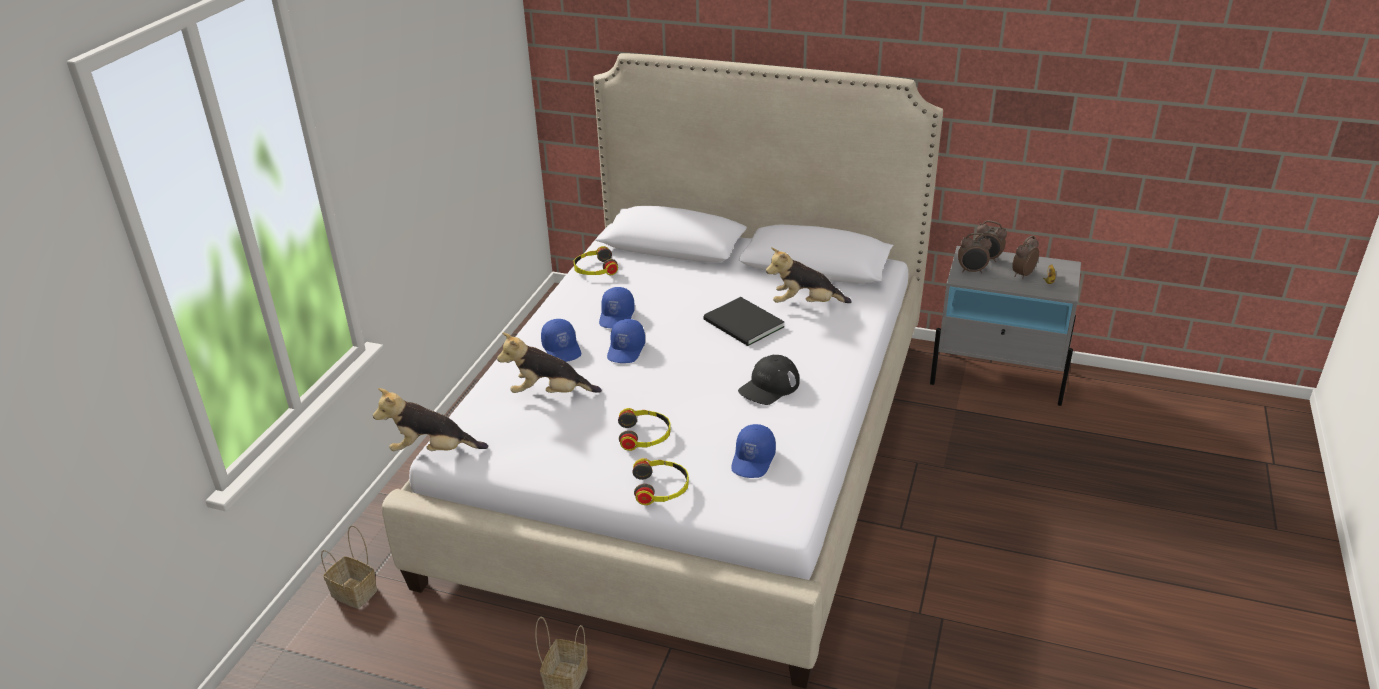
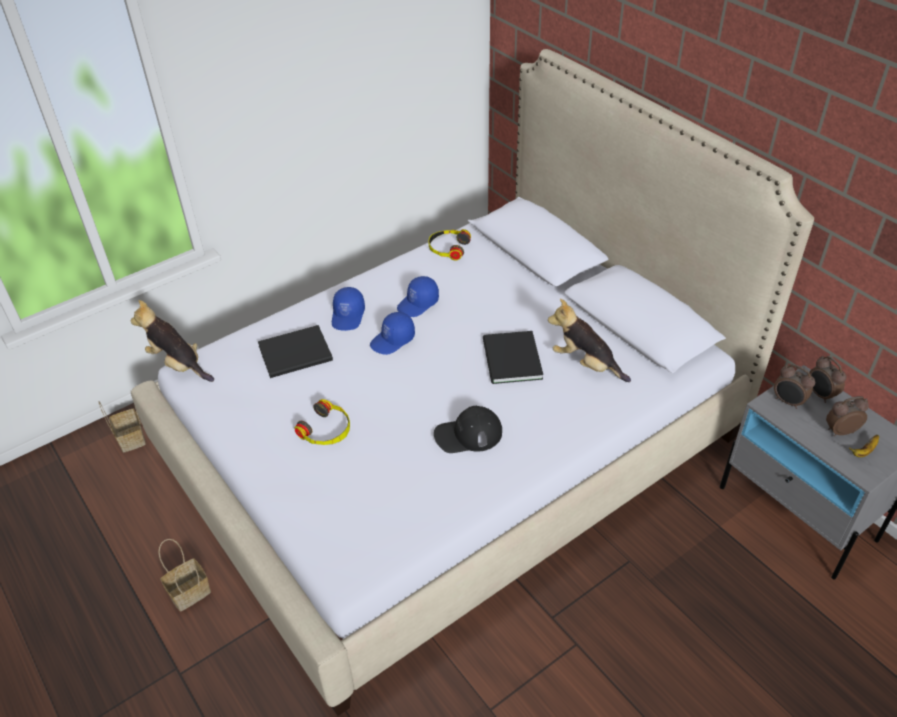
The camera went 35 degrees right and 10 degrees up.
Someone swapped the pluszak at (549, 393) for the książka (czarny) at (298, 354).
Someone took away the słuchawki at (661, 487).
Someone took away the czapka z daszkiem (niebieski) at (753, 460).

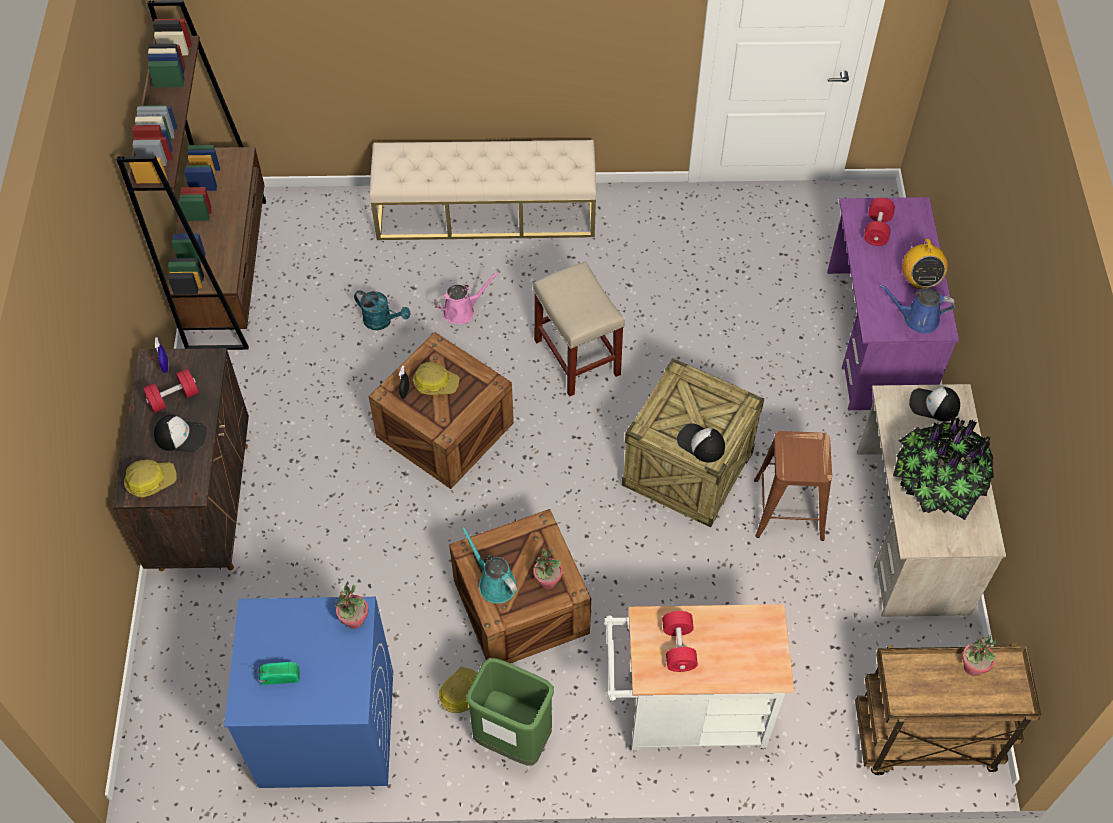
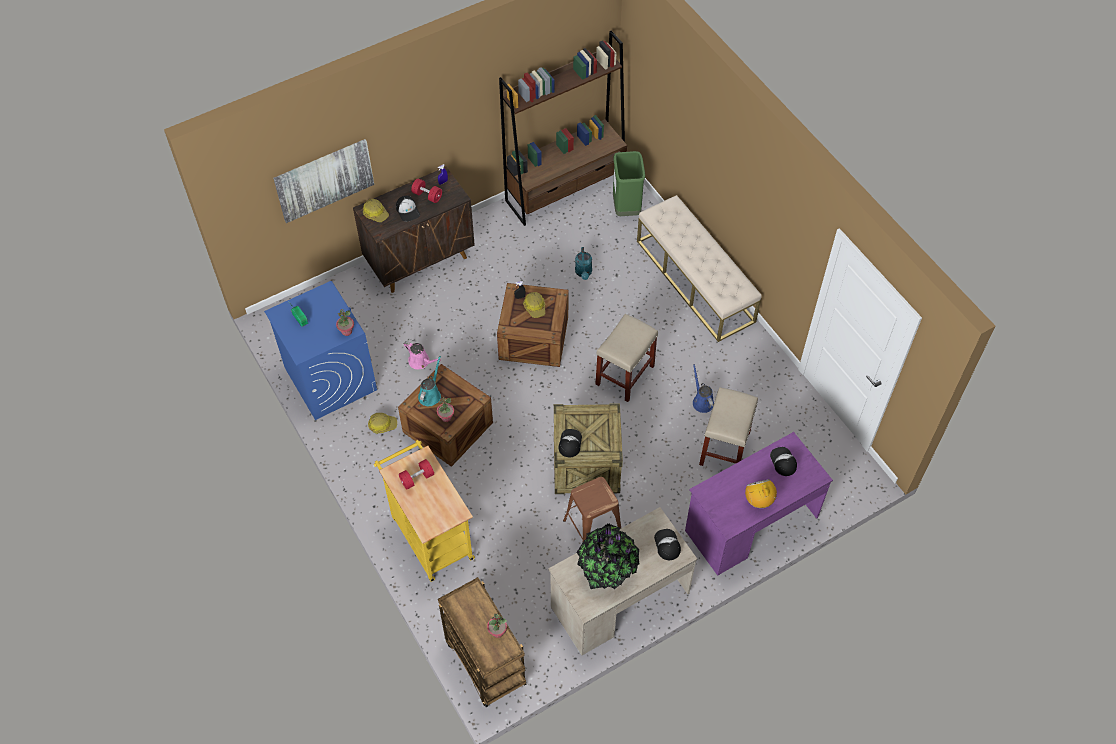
The camera went 60 degrees right and 0 degrees up.
Someone carried the konewka (różowy) from (462, 310) to (420, 361).
Someone carried the kosz na śmieci (zielony) from (512, 739) to (626, 208).
Someone repainted the wózek (biały) at (685, 715), which became the wózek (żółty) at (429, 534).
Someone swapped the hantel (czerwony) at (877, 229) for the czapka z daszkiem at (783, 461).
Someone carried the konewka (niebieski) from (917, 319) to (702, 401).
Someone rotated the radio at (919, 280) by 105 degrees clockwise.
Someone put up the obraz at (324, 180).
Someone put down the stołek (beżowy) at (724, 447).

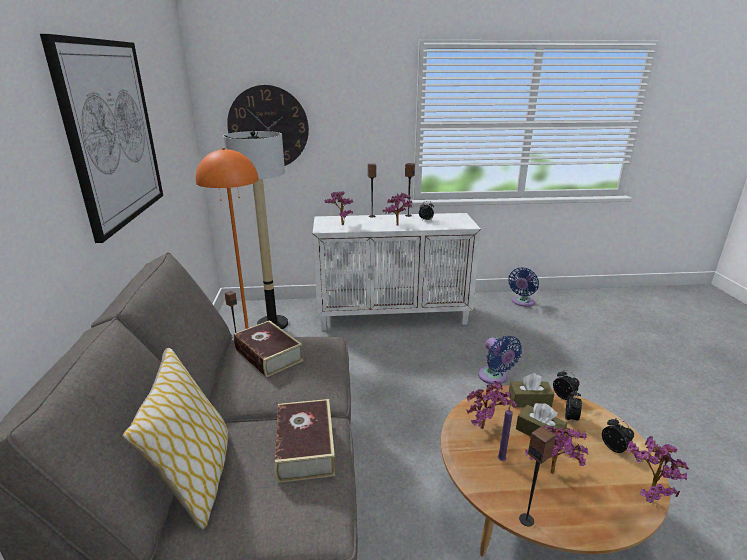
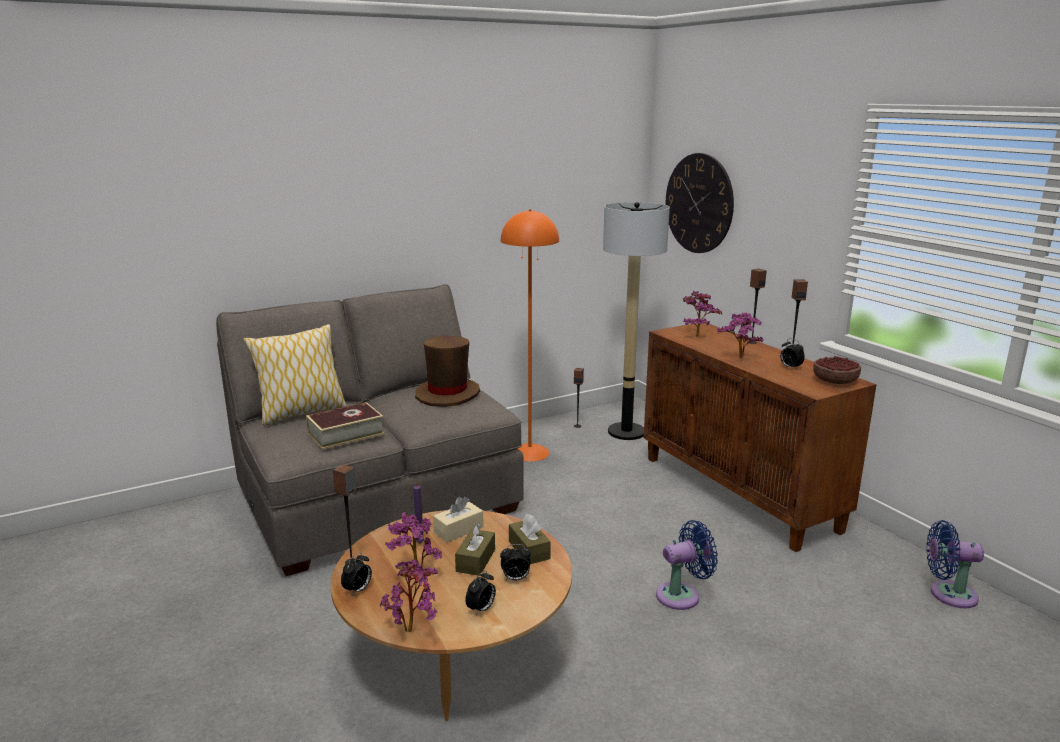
The camera went 65 degrees right and 5 degrees down.
Someone took away the obraz at (112, 134).
Someone swapped the książka at (268, 355) for the kapelusz (brązowy) at (448, 394).
Someone repainted the szafka (biały) at (393, 316), which became the szafka (brązowy) at (739, 493).
Someone swapped the roślina doniczkowa at (485, 430) for the pudełko chusteczek (beżowy) at (458, 530).
Someone rotated the wentylator (niebieski) at (494, 377) by 150 degrees counterclockwise.
Someone carried the budzik from (564, 397) to (358, 590).
Someone put down the miska at (834, 380).

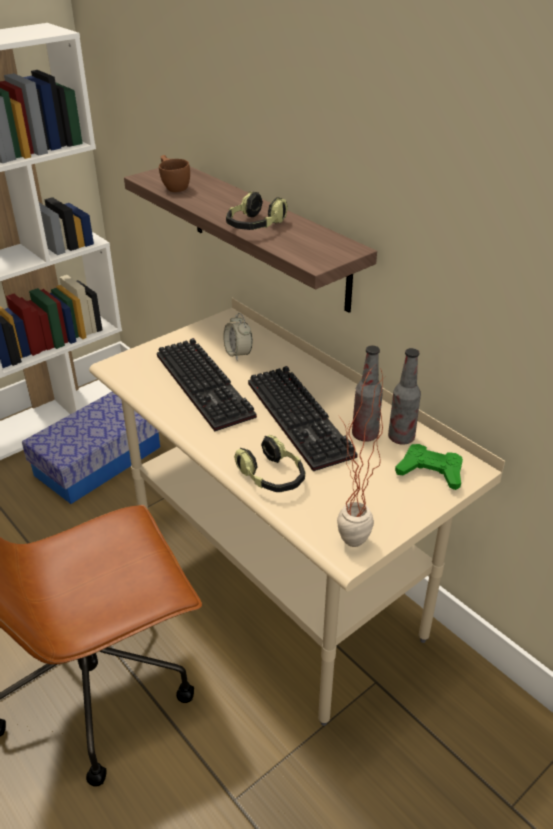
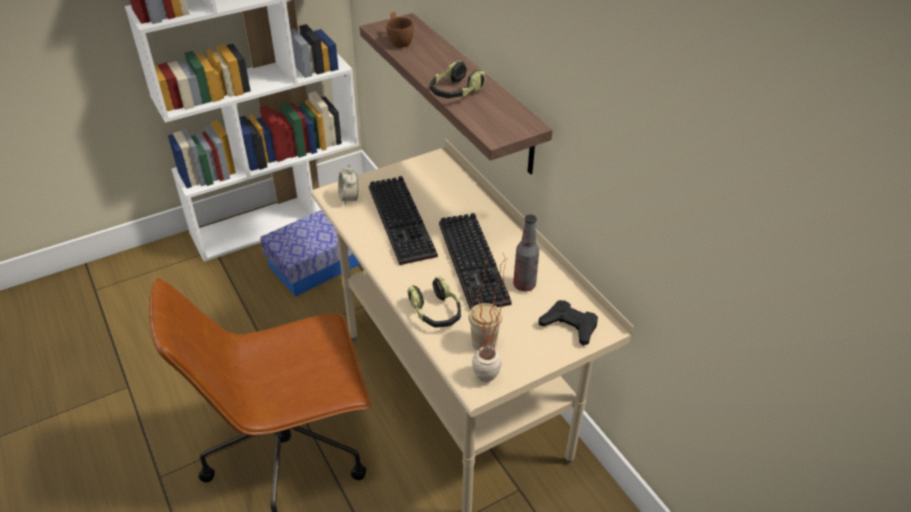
The camera went 10 degrees right and 5 degrees up.
Someone carried the budzik from (238, 354) to (349, 198).
Someone took away the butelka at (401, 438).
Someone repainted the pad do gier (zielony) at (430, 471), which became the pad do gier (czarny) at (569, 326).
Someone put down the filiżanka at (484, 343).

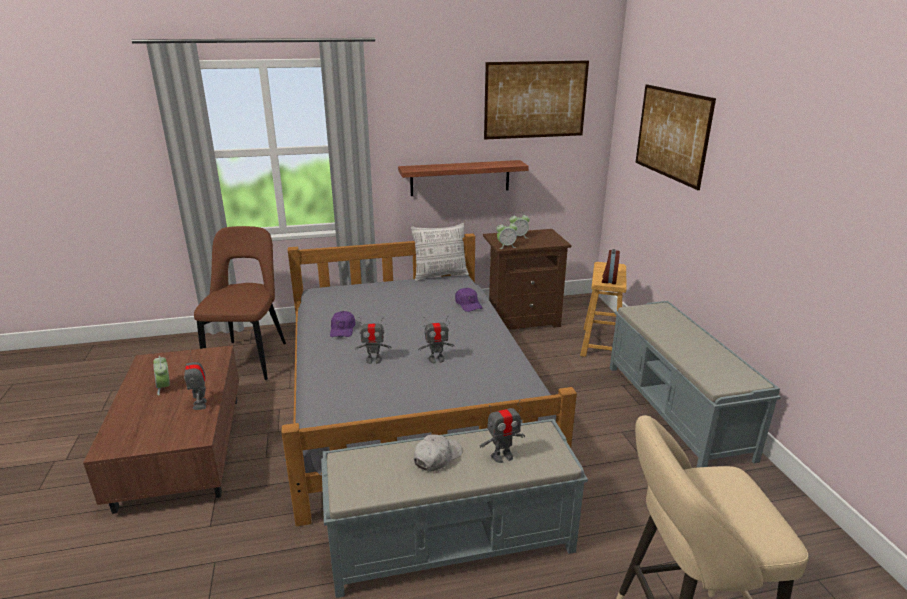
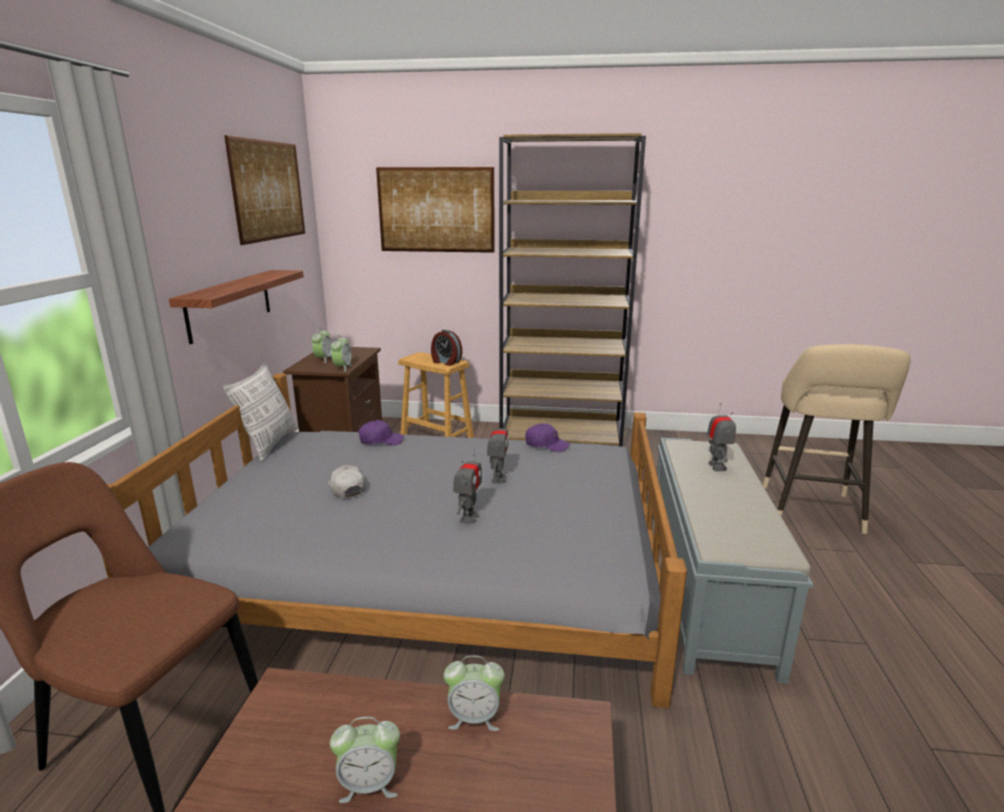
The camera went 70 degrees left and 5 degrees down.
Someone swapped the robot zabawkowy at (200, 404) for the budzik at (474, 717).
Someone carried the czapka z daszkiem (fioletowy) from (343, 329) to (546, 445).
Someone carried the czapka z daszkiem (biały) from (437, 457) to (346, 488).
Someone swapped the ławka (szary) at (676, 410) for the regał (brązowy) at (562, 438).

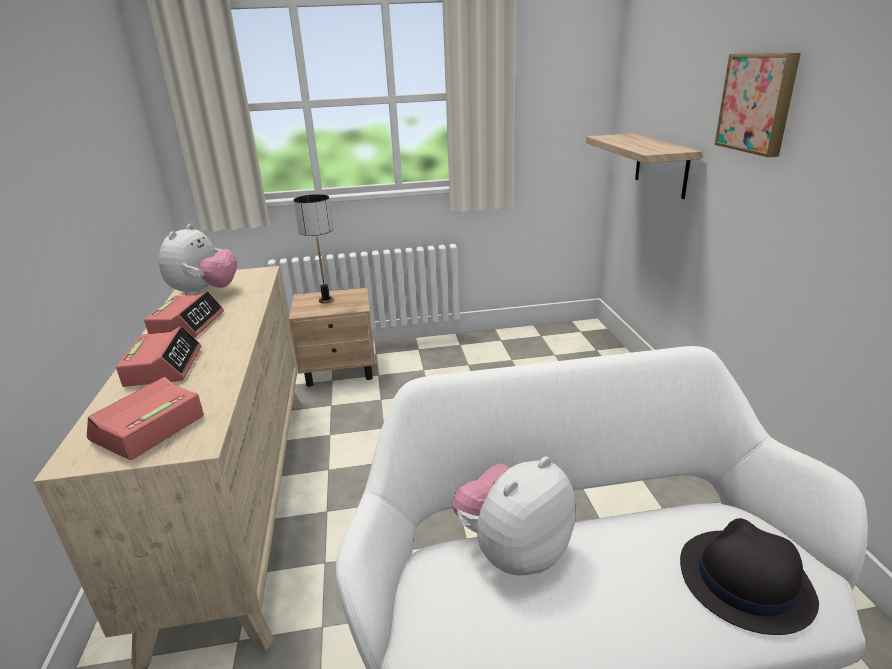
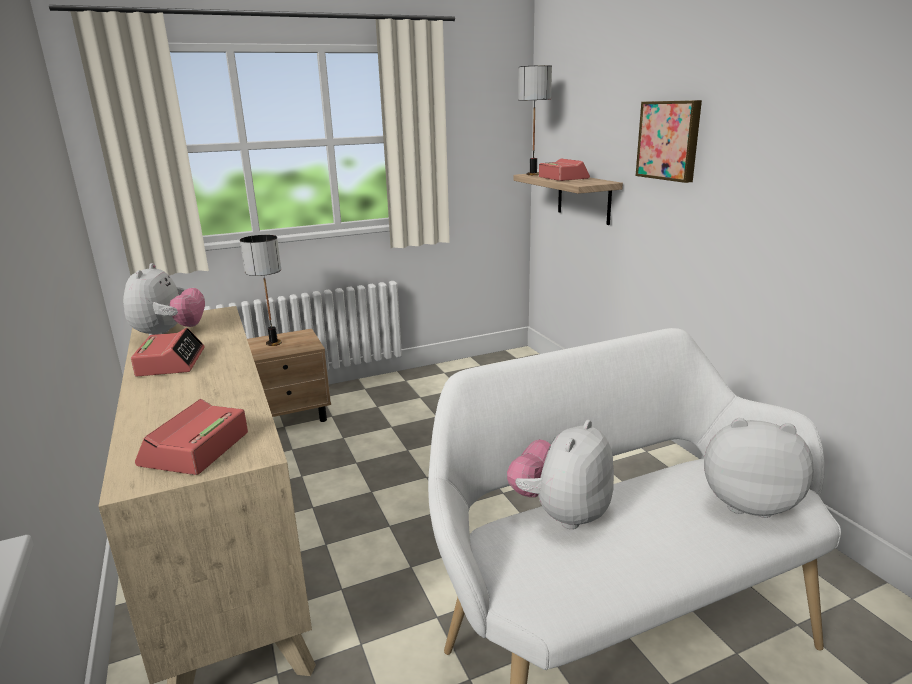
The camera went 15 degrees left and 5 degrees down.
Someone carried the budzik from (164, 367) to (563, 178).
Someone swapped the kapelusz (czarny) at (744, 580) for the pluszak at (747, 502).
Someone put down the lampa stołowa at (532, 174).

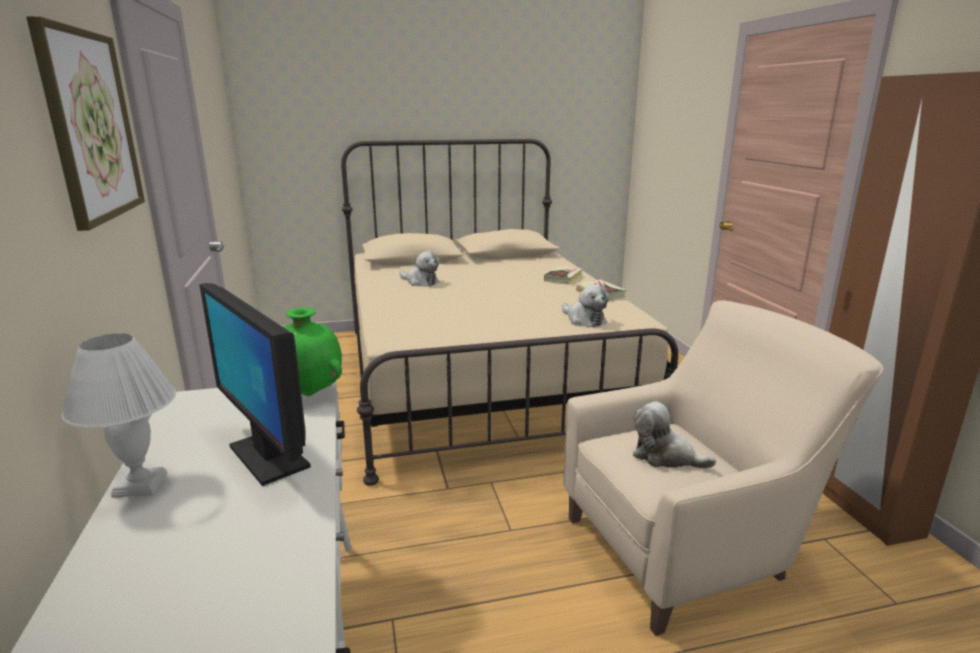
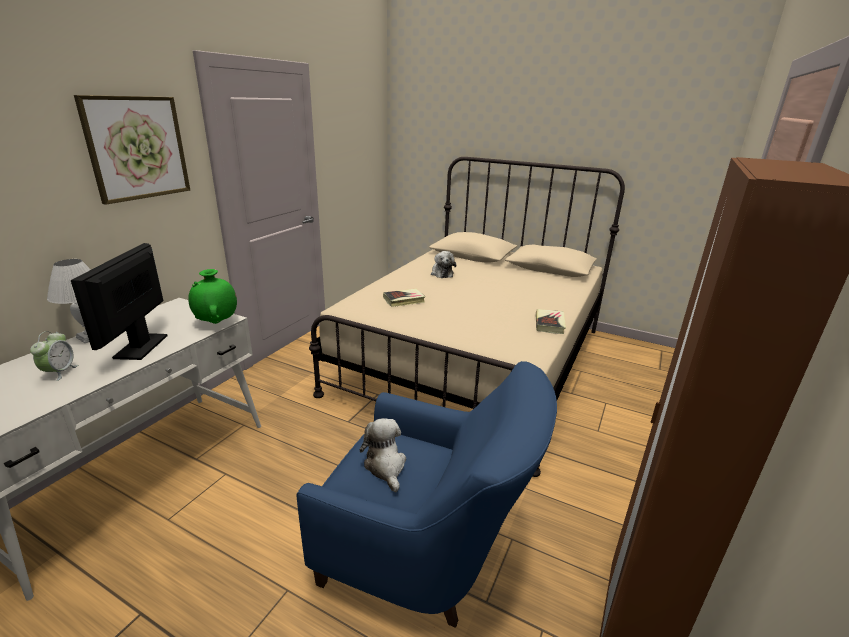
The camera went 40 degrees right and 5 degrees up.
Someone carried the książka from (563, 278) to (404, 300).
Someone took away the pluszak at (584, 320).
Someone repainted the fotel (beżowy) at (691, 547), which became the fotel (niebieski) at (427, 554).
Someone put down the budzik at (59, 372).

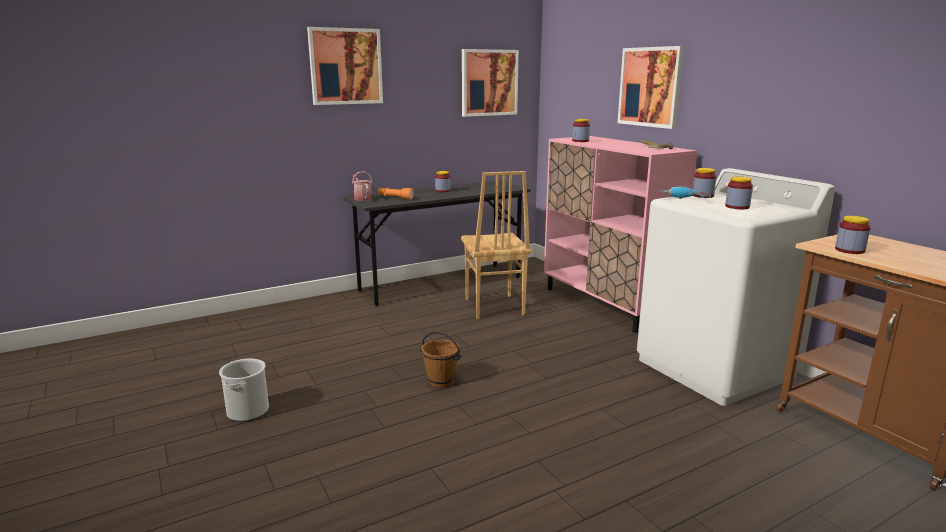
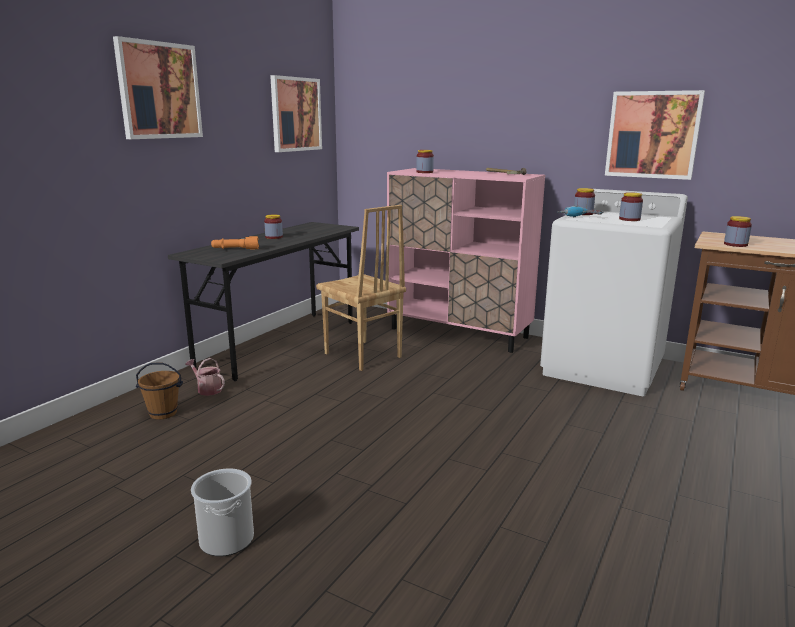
The camera went 30 degrees left and 0 degrees up.
Someone carried the konewka from (362, 198) to (207, 389).
Someone carried the wiadro (brązowy) from (441, 381) to (163, 413).
Someone carried the obraz from (650, 87) to (652, 135).

